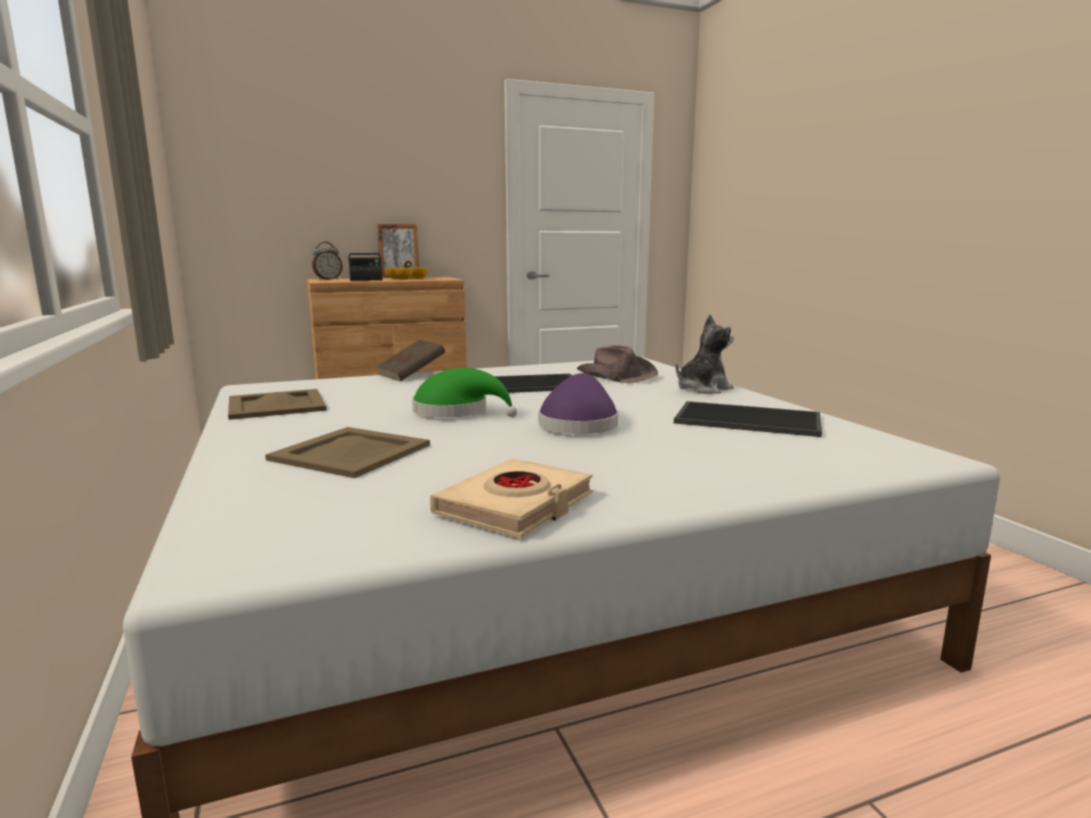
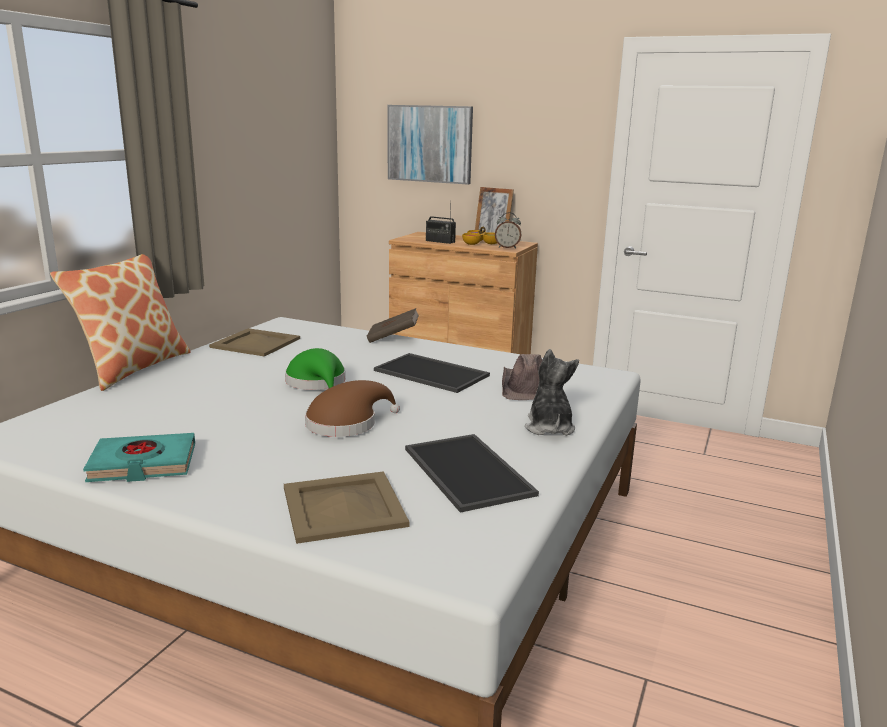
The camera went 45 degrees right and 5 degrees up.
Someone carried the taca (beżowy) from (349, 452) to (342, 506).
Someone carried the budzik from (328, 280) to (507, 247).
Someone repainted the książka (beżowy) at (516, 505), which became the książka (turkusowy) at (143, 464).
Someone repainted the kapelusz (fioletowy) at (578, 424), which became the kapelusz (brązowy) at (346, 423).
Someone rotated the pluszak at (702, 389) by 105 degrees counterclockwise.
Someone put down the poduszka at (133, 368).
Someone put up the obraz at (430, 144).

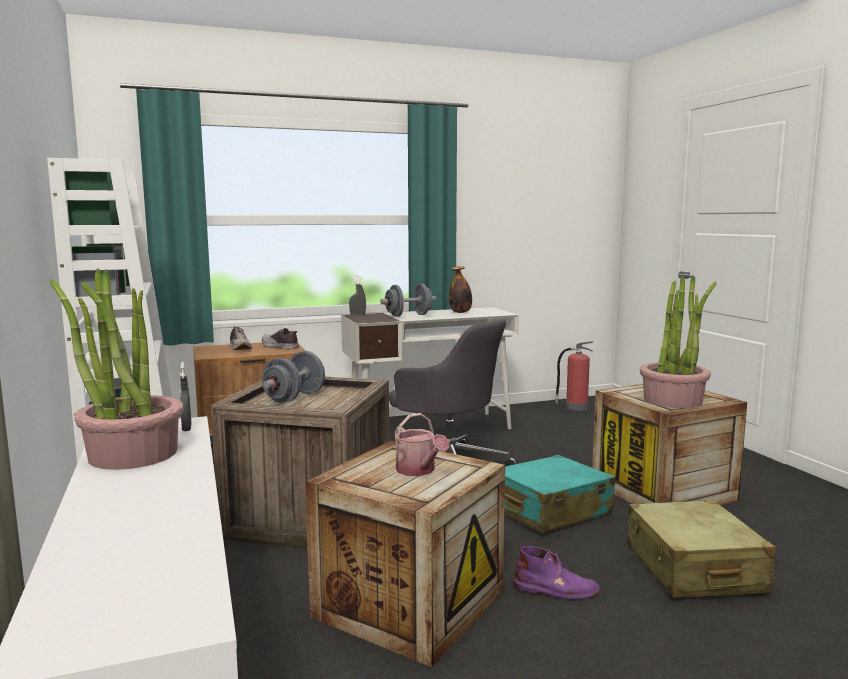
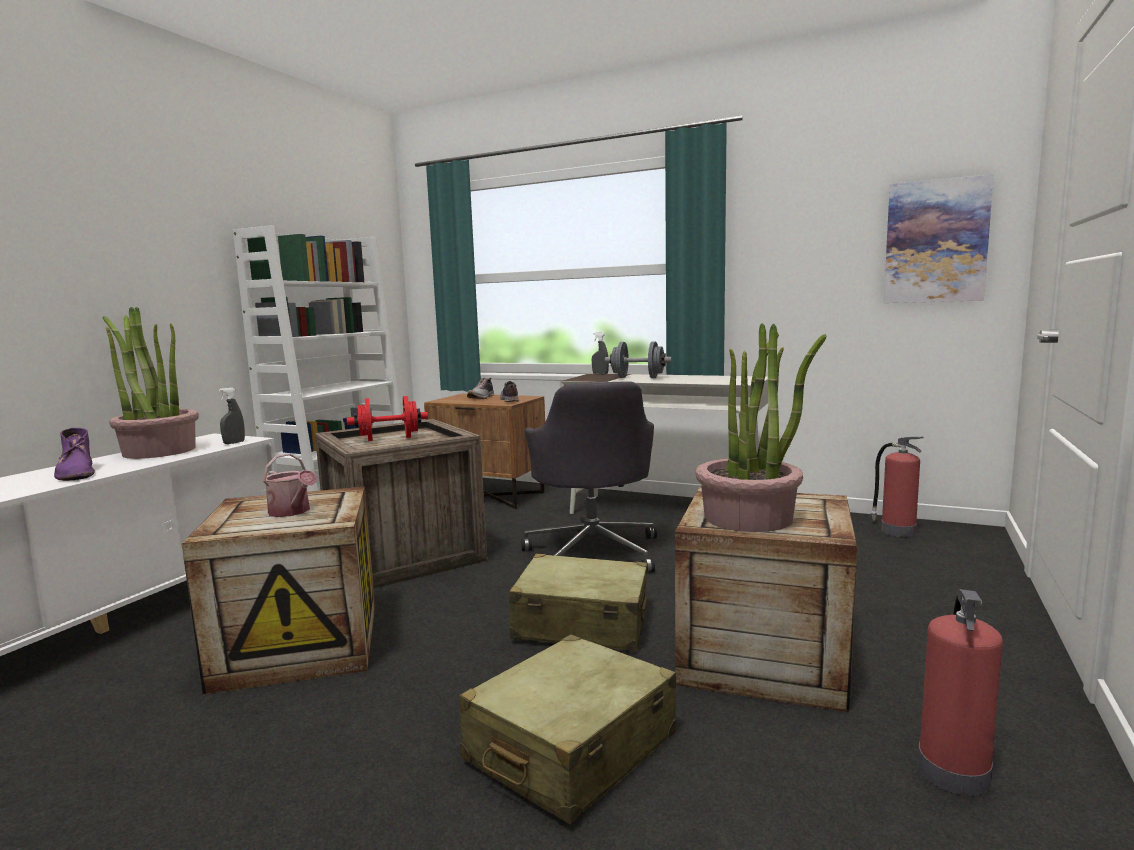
The camera went 45 degrees right and 0 degrees up.
Someone repainted the hantel (szary) at (294, 398), which became the hantel (czerwony) at (389, 439).
Someone rotated the konewka at (418, 471) by 60 degrees counterclockwise.
Someone took away the butelka at (460, 312).
Someone repainted the walizka (turkusowy) at (549, 510), which became the walizka (beżowy) at (581, 623).
Someone carried the but z cholewką (fioletowy) from (556, 589) to (76, 472).
Someone put up the obraz at (935, 241).
Someone put down the gaśnica at (953, 770).

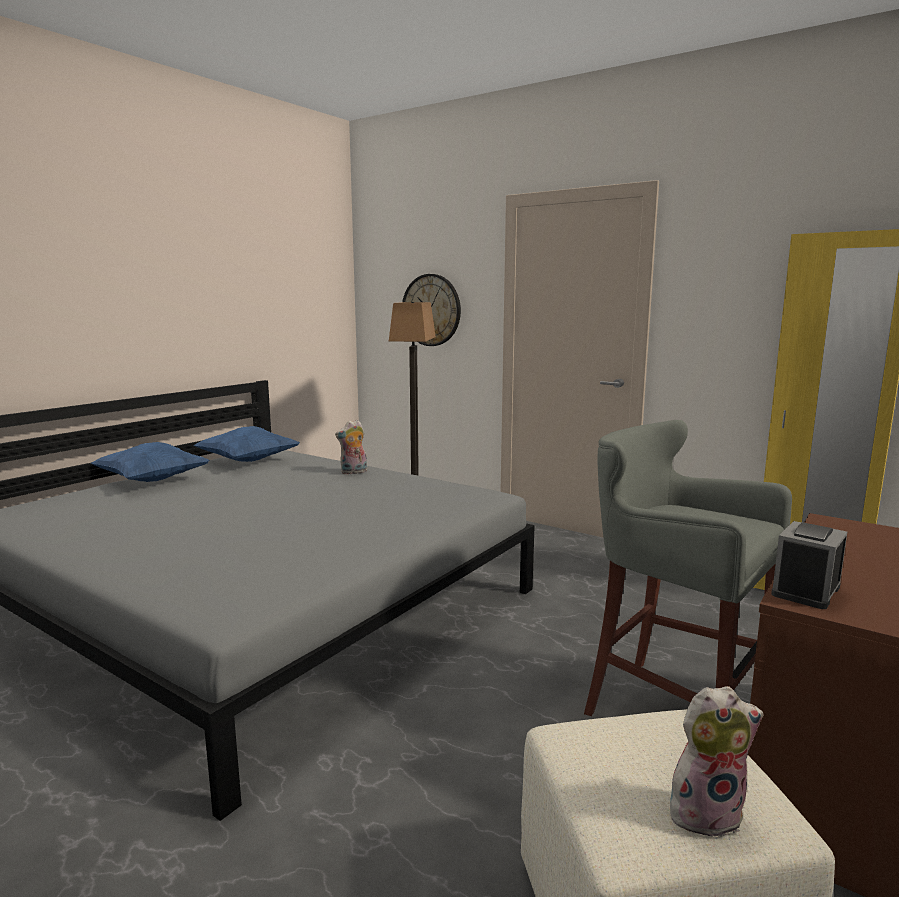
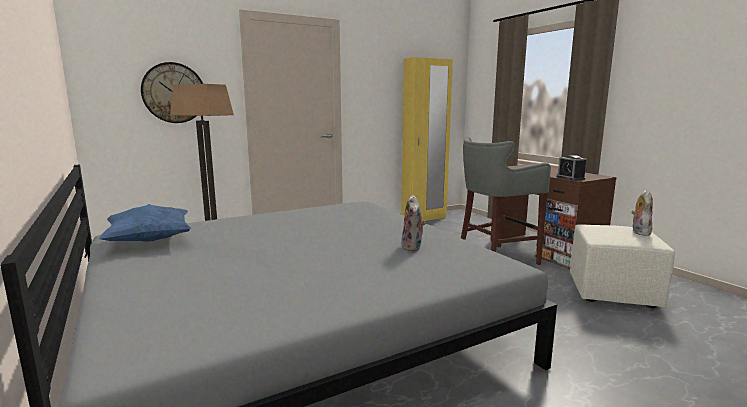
The camera went 65 degrees left and 0 degrees up.
Someone took away the poduszka (niebieski) at (152, 481).
Someone carried the pluszak from (353, 472) to (413, 247).

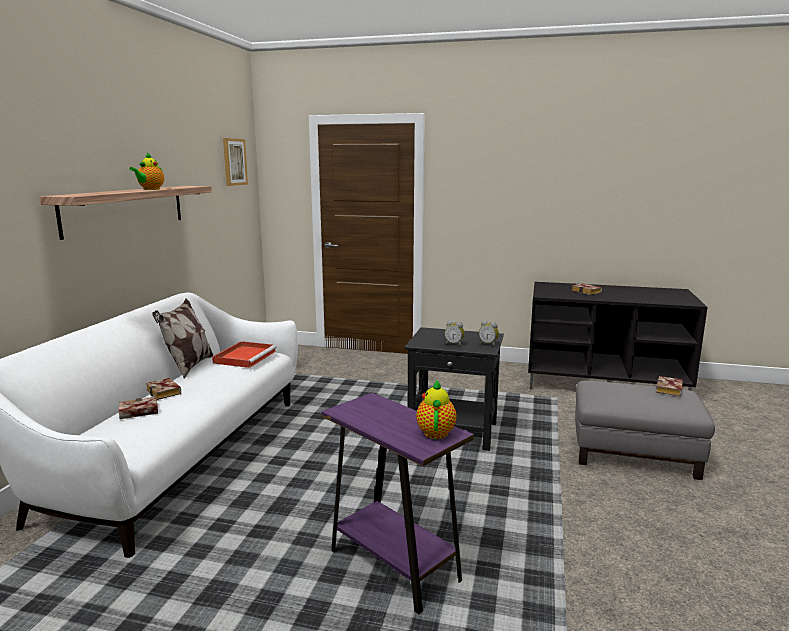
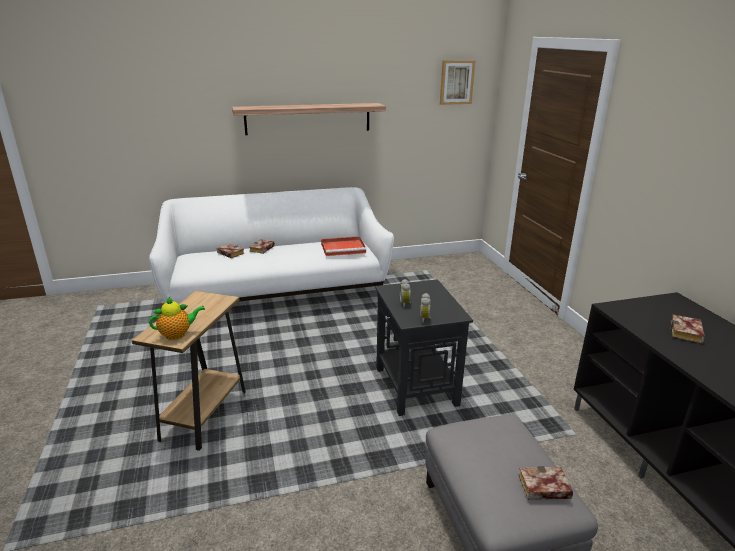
The camera went 60 degrees right and 10 degrees up.
Someone took away the imbryk at (150, 189).
Someone took away the poduszka at (188, 367).
Someone repainted the stolik (fioletowy) at (394, 565), which became the stolik (brązowy) at (204, 415).

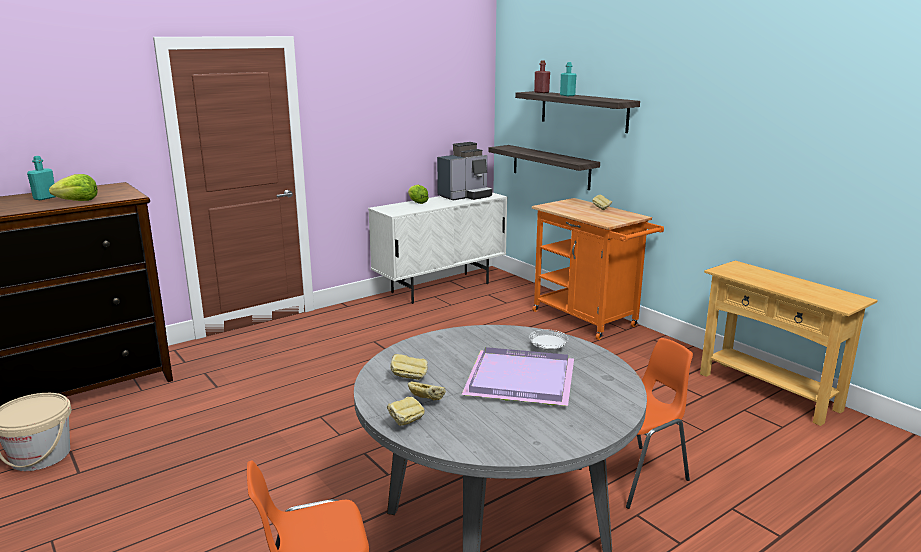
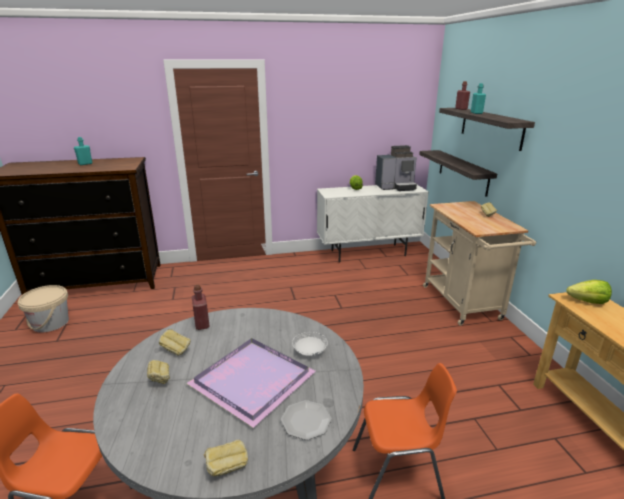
The camera went 25 degrees right and 5 degrees up.
Someone carried the sałata from (78, 201) to (588, 302).
Someone carried the chleb from (405, 423) to (227, 468).
Someone repainted the wózek (pomarańczowy) at (589, 321), which became the wózek (beżowy) at (464, 305).
Someone put down the butelka (czerwony) at (202, 324).
Someone put down the talerz at (306, 421).

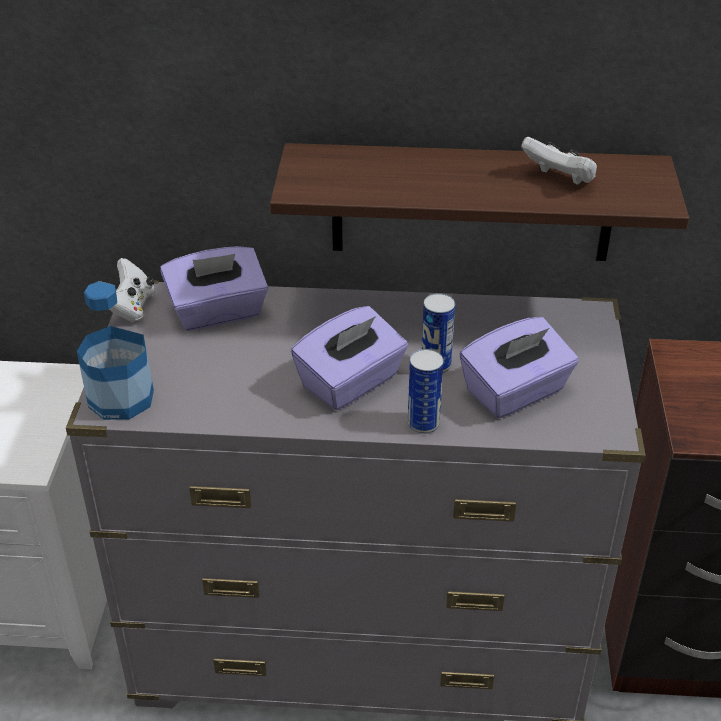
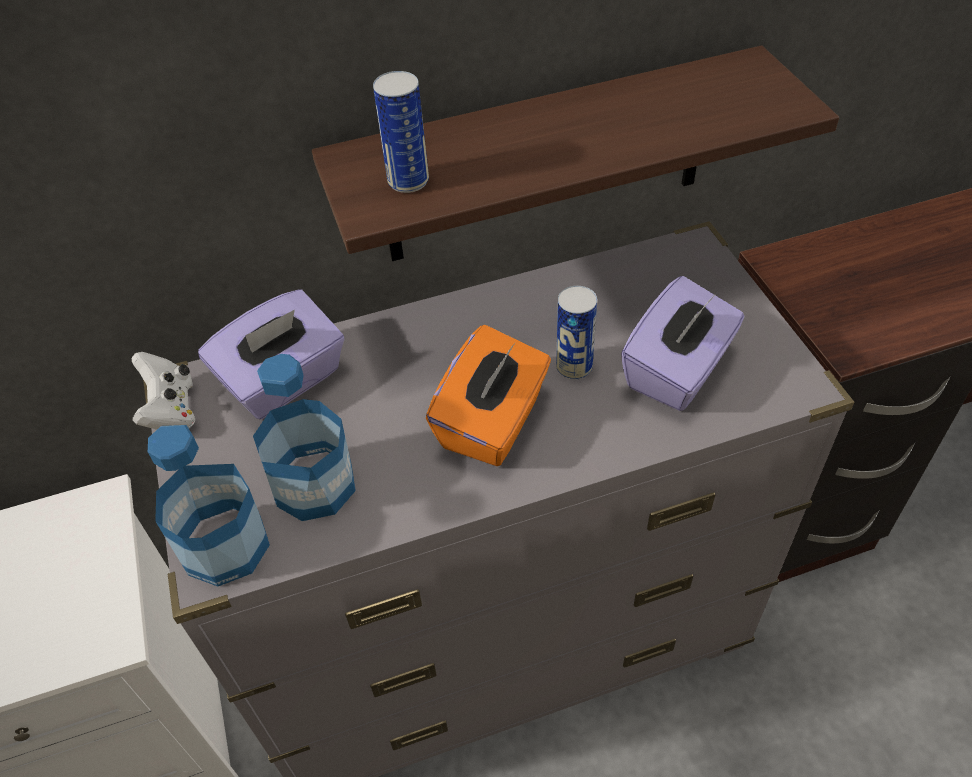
The camera went 20 degrees left and 10 degrees up.
Someone repainted the pudełko chusteczek (fioletowy) at (351, 382), which became the pudełko chusteczek (pomarańczowy) at (493, 422).
Someone carried the puszka from (423, 424) to (408, 181).
Someone took away the pad do gier (biały) at (559, 179).
Someone put down the butelka at (314, 485).

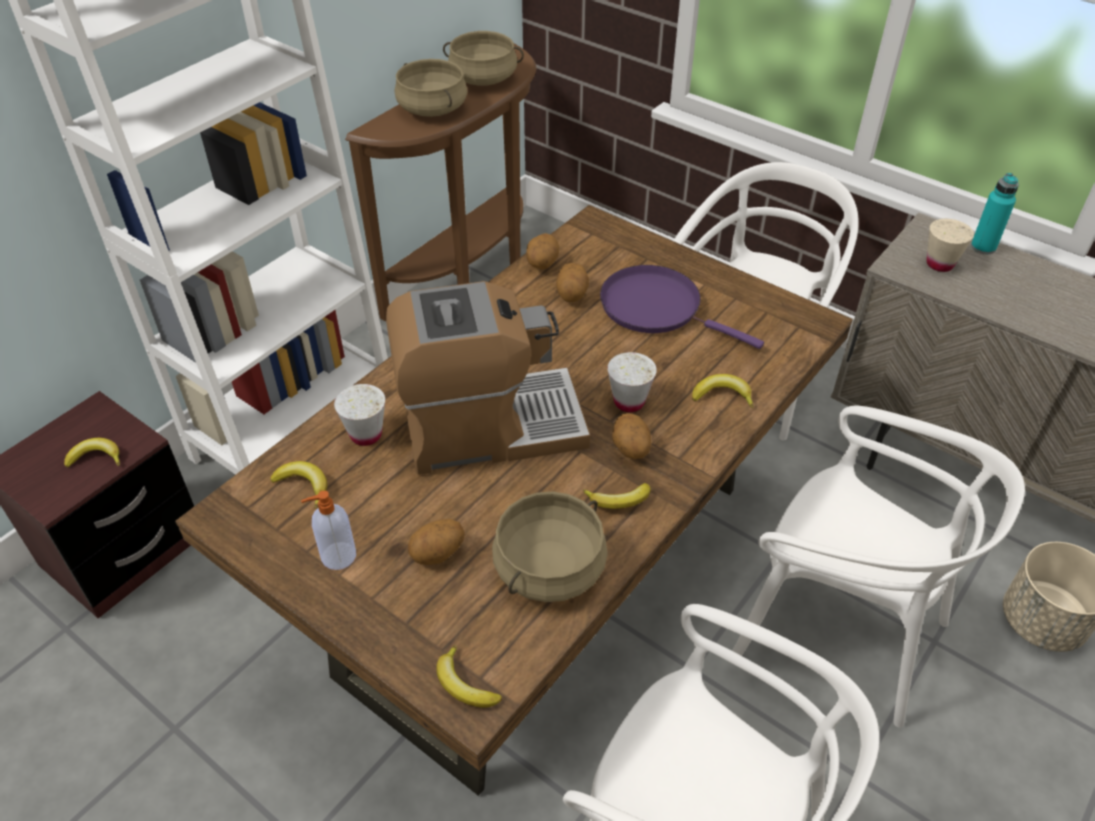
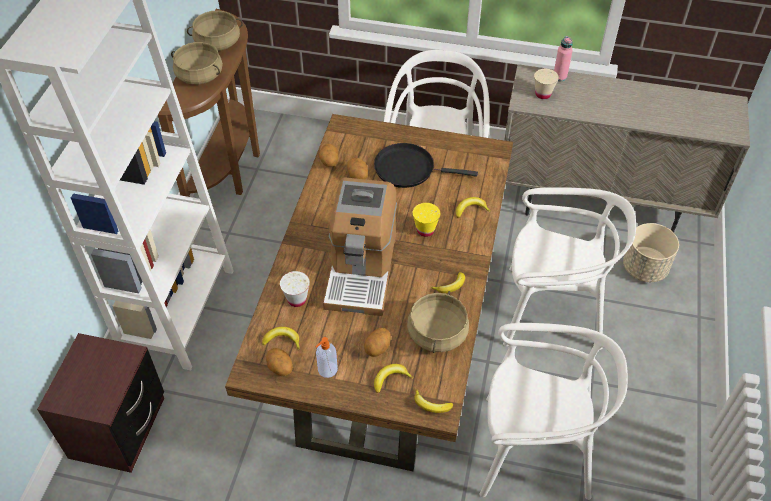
The camera went 25 degrees left and 5 degrees up.
Someone carried the banan from (96, 457) to (390, 379).
Someone rotated the ekspres do kawy at (490, 426) by 135 degrees clockwise.
Someone repainted the patelnia (fioletowy) at (657, 307), which became the patelnia (czarny) at (408, 169).
Someone repainted the filiżanka (biały) at (629, 402), which became the filiżanka (żółty) at (425, 230).
Someone carried the ziemniak from (630, 449) to (280, 368).
Someone repainted the butelka (turkusowy) at (983, 247), which became the butelka (różowy) at (559, 76).

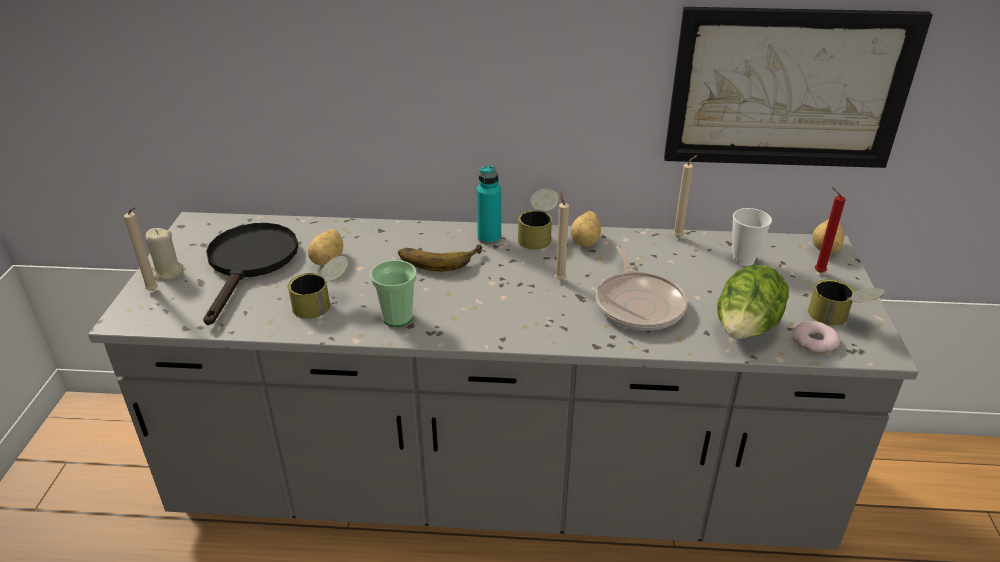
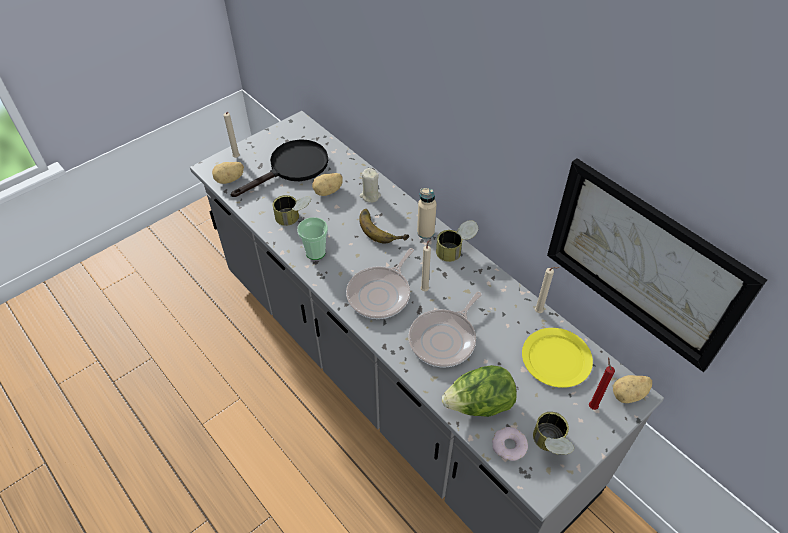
The camera went 45 degrees right and 15 degrees up.
Someone carried the świeca (beżowy) from (168, 273) to (370, 196).
Someone repainted the butelka (turkusowy) at (489, 238), which became the butelka (beżowy) at (425, 232).
Someone carried the ziemniak from (586, 241) to (230, 179).
Someone swapped the filiżanka at (743, 260) for the talerz (żółty) at (555, 359).
Someone put down the patelnia at (381, 294).

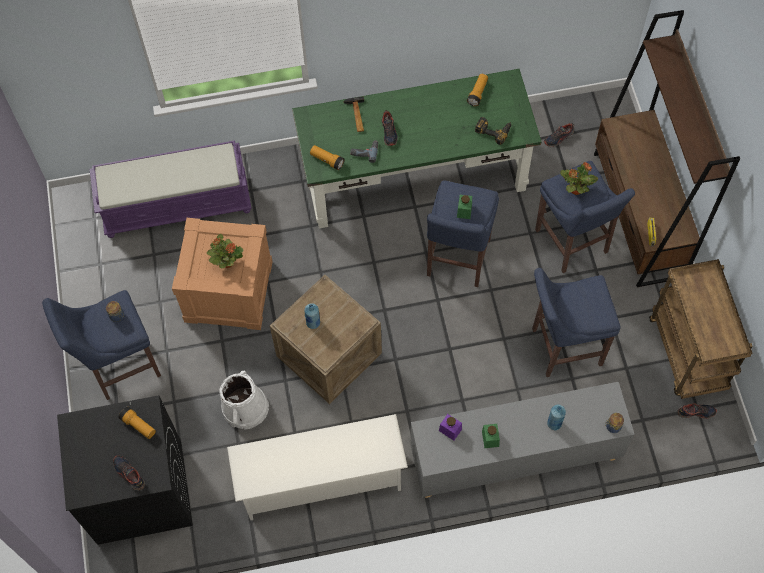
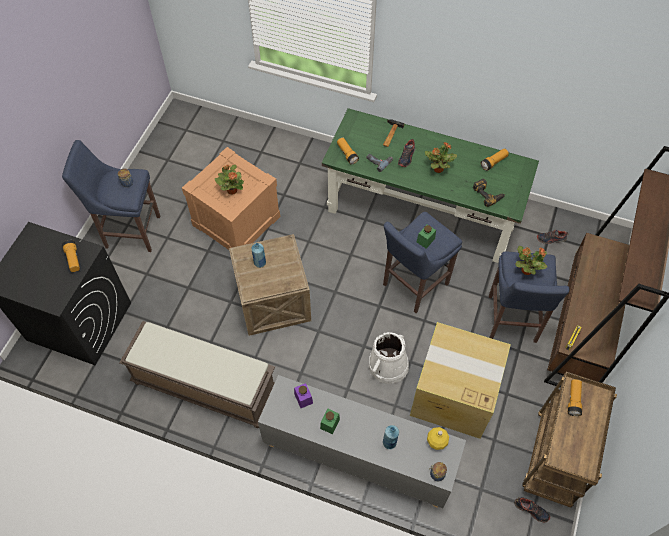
The camera went 30 degrees right and 5 degrees down.
Someone took away the ławka (fioletowy) at (177, 204).
Someone took away the but at (129, 474).
Someone carried the wiadro (biały) from (245, 408) to (388, 365).
Someone swapped the regał na buty (biały) at (321, 480) for the ławka (brązowy) at (204, 386).
Someone swapped the stołek (niebieski) at (562, 347) for the karton at (452, 394).
Someone put down the roślina doniczkowa at (438, 169).
Someone put down the butelka (żółty) at (437, 441).
Someone put down the latarka at (573, 400).

